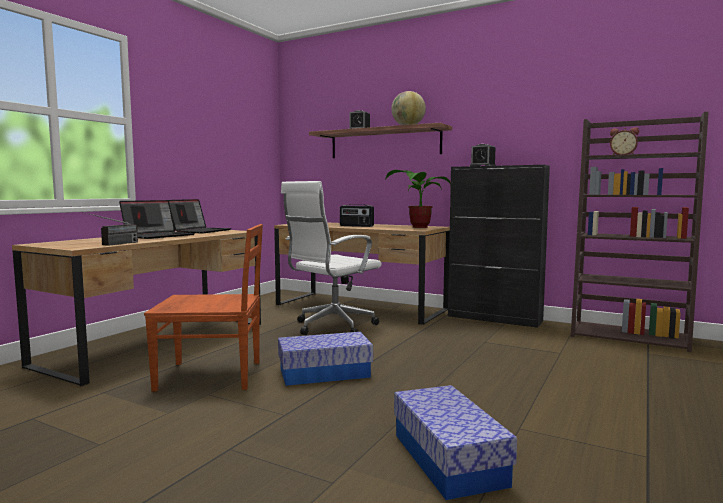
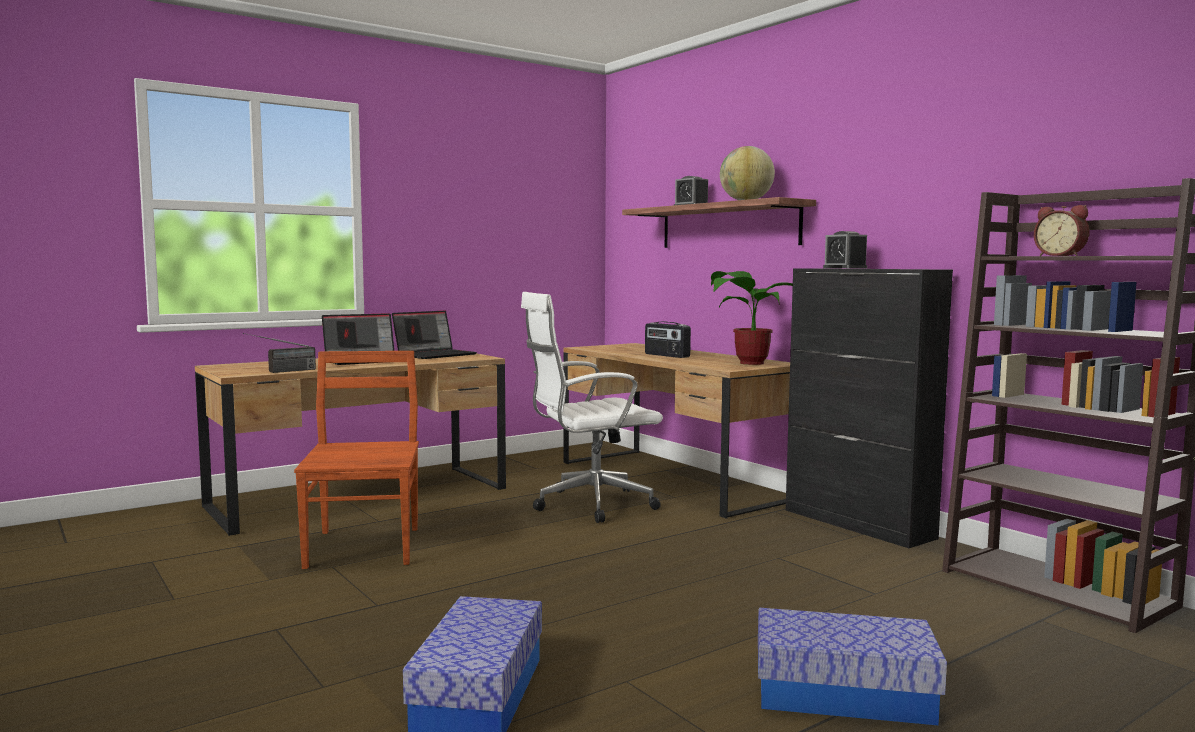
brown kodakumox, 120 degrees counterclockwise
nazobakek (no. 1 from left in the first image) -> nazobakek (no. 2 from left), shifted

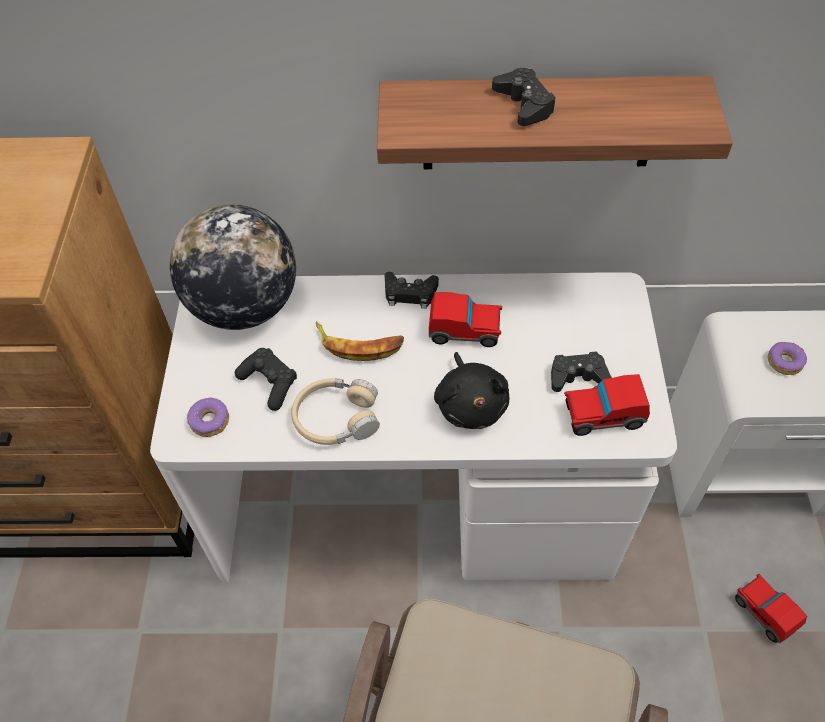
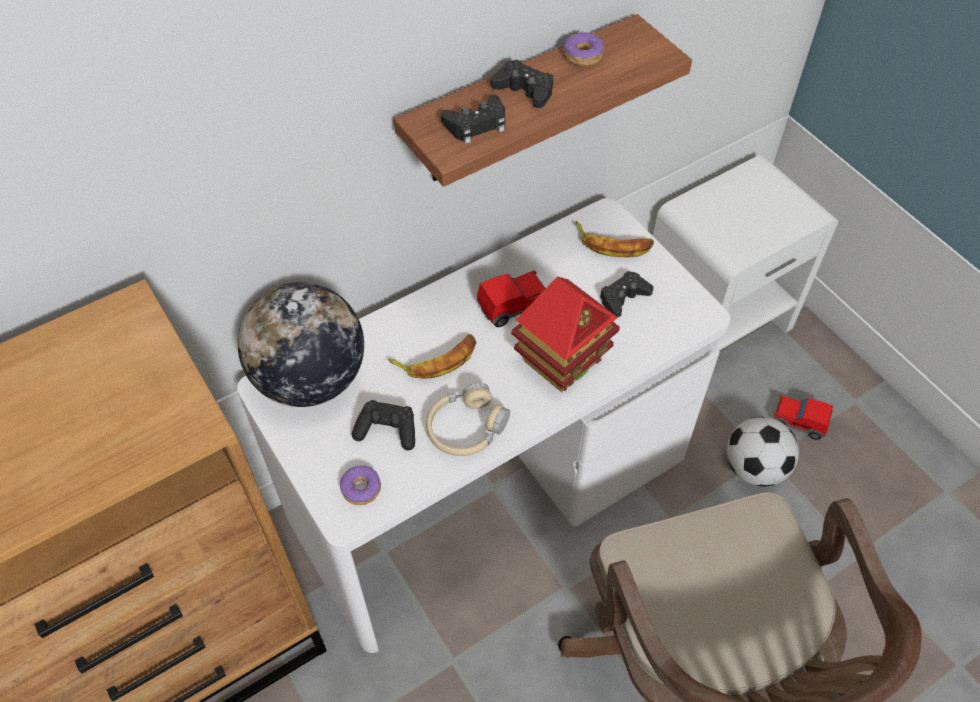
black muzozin (no. 2 from left), shifted
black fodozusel -> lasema
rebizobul (no. 2 from left) -> none
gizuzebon (no. 2 from left), shifted
none -> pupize (no. 2 from left)
none -> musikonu

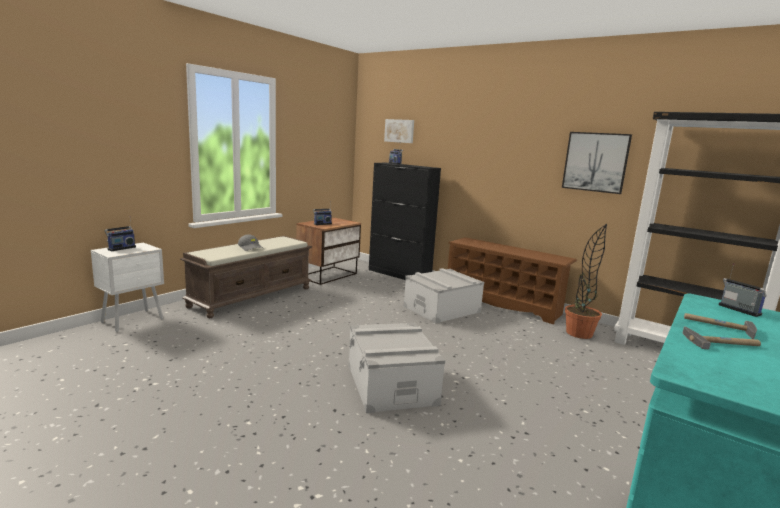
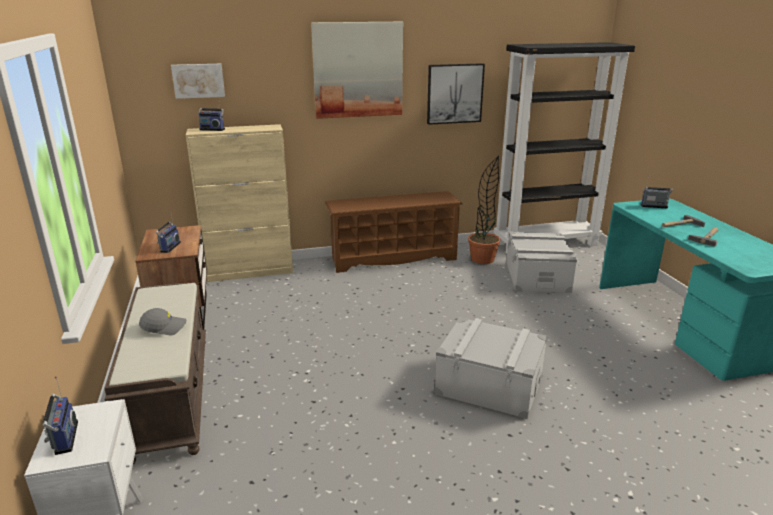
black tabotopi -> beige tabotopi
grey nazobakek (no. 2 from left), shifted
none -> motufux (no. 2 from left)

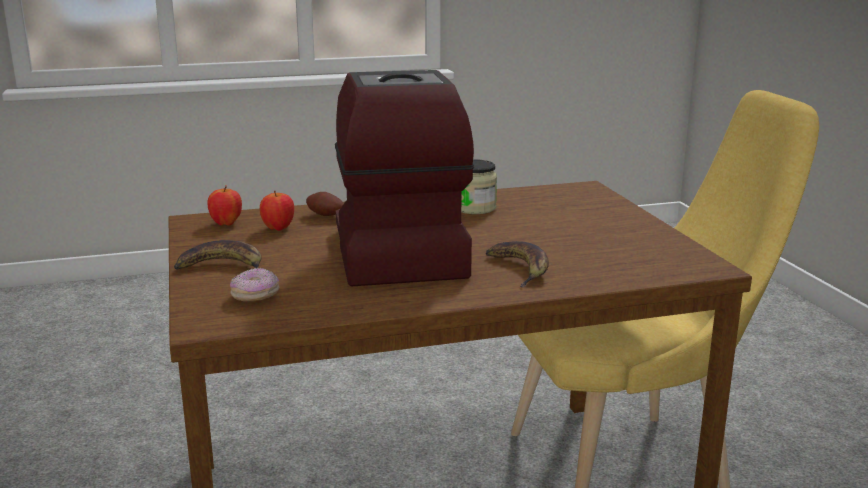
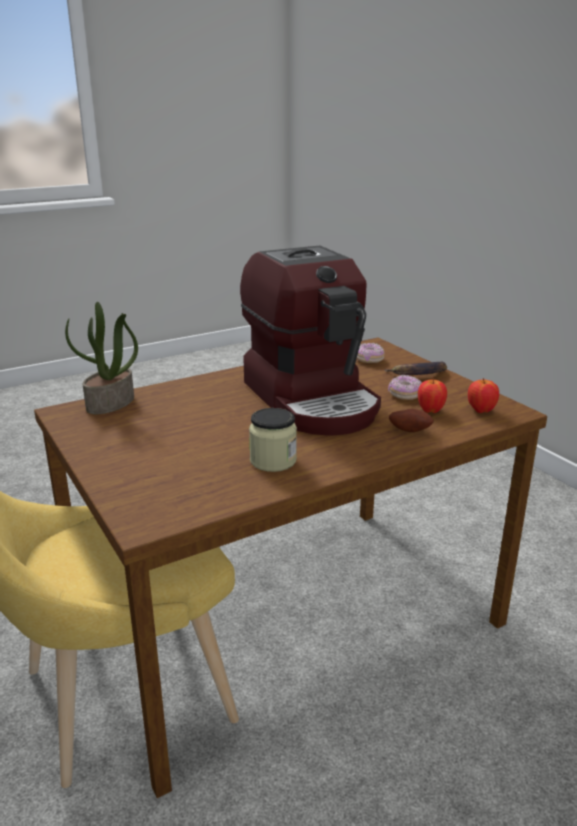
pupize (no. 2 from left) -> none
none -> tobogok
none -> gizuzebon (no. 2 from left)

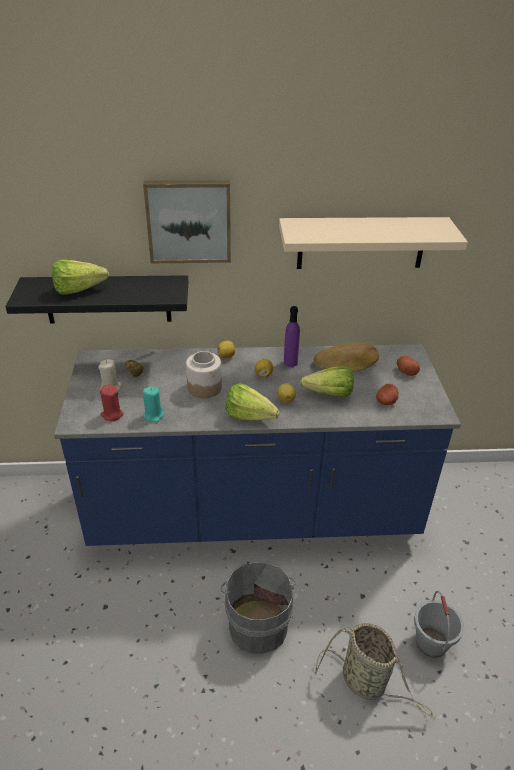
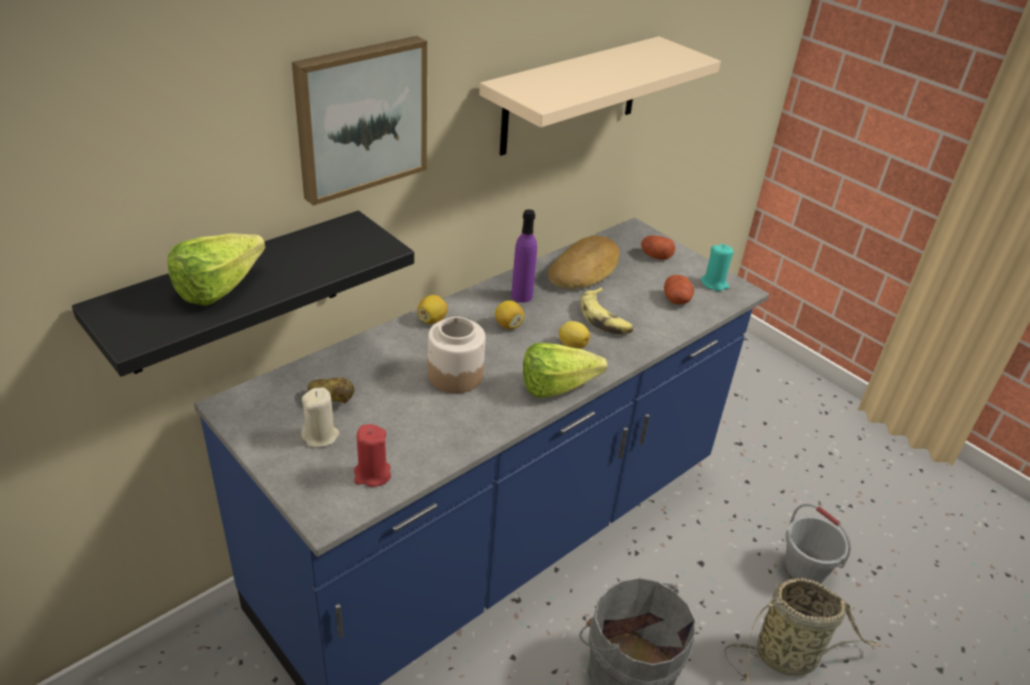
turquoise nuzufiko, shifted
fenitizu (no. 3 from left) -> pupize

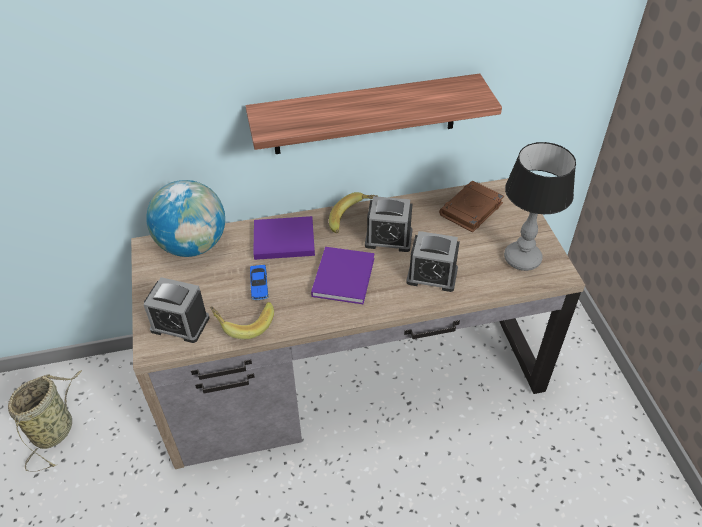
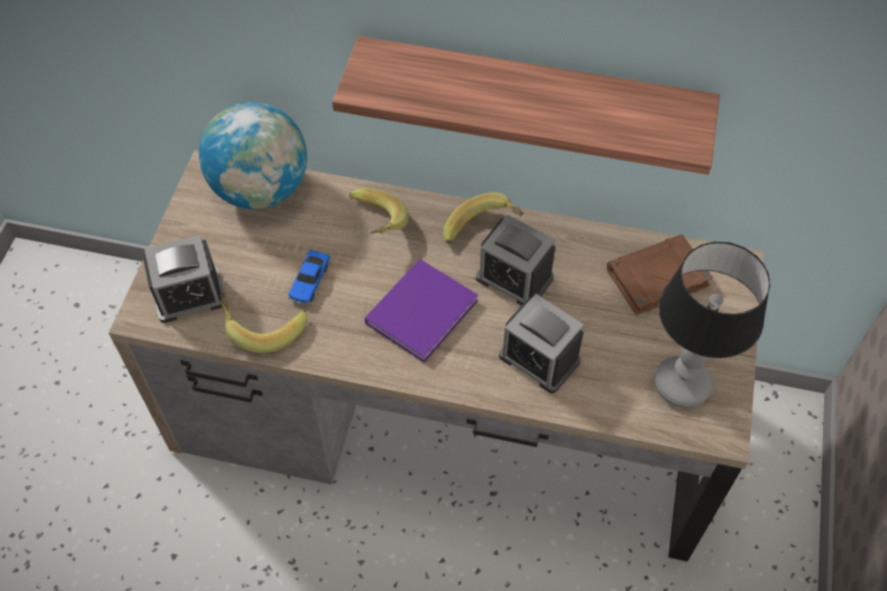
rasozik -> none
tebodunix (no. 1 from left), 60 degrees counterclockwise
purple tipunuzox (no. 1 from left) -> pupize (no. 2 from left)

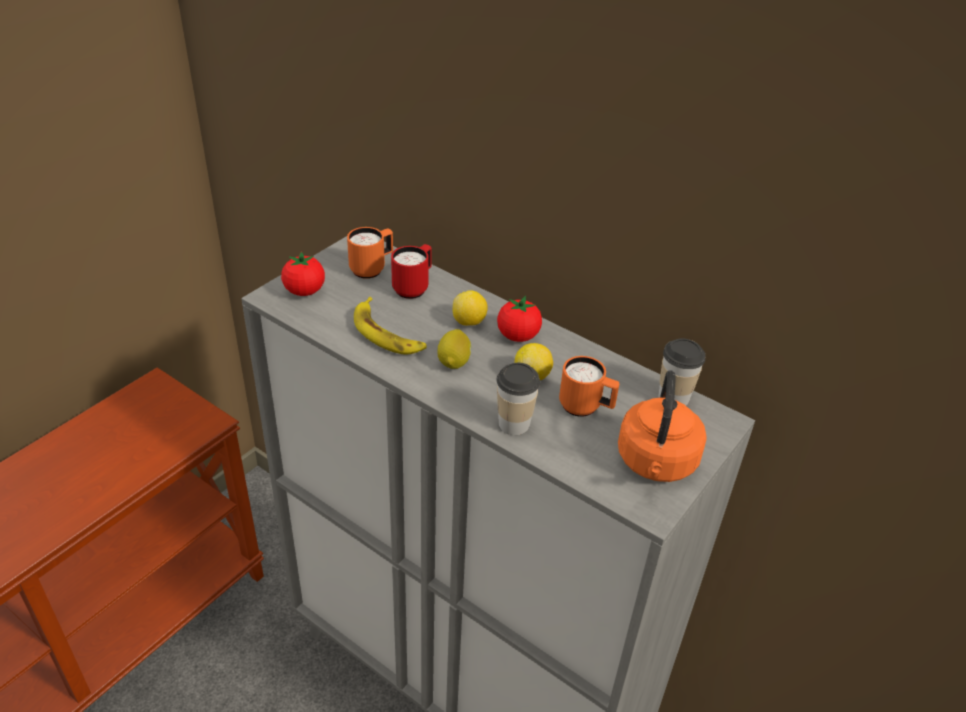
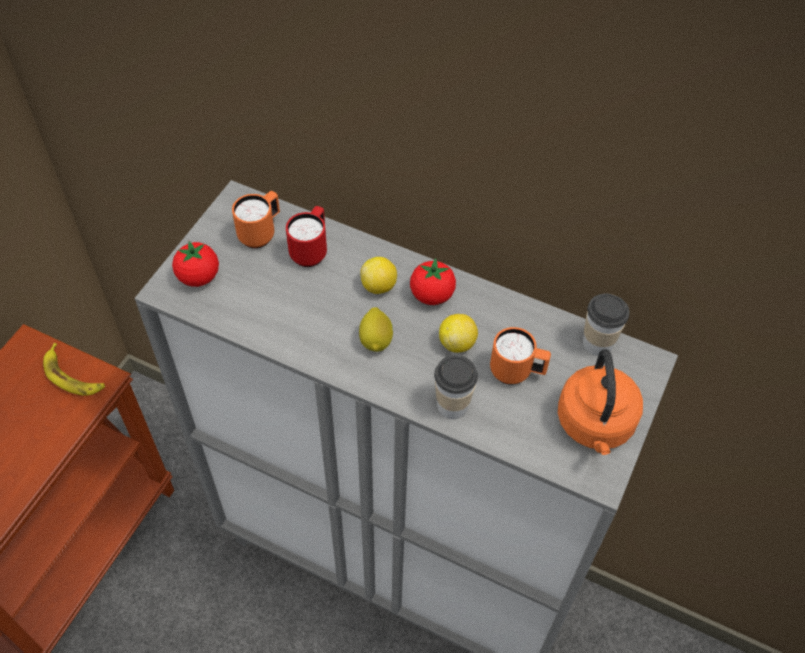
pupize, shifted

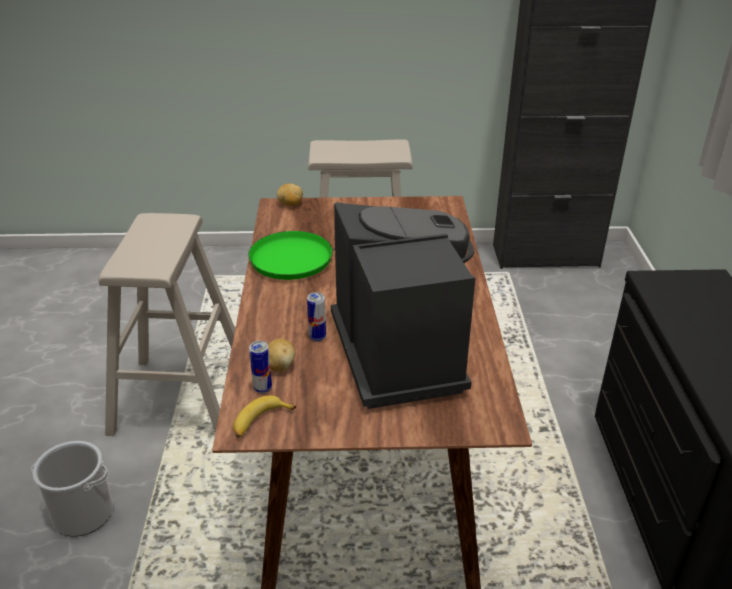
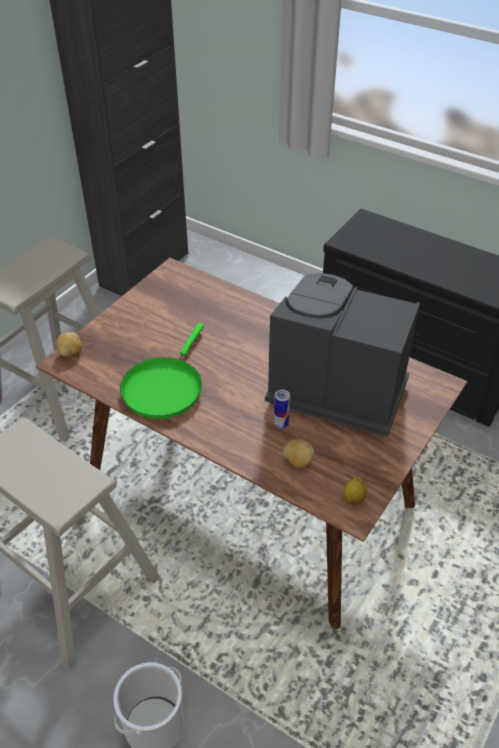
pupize -> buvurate
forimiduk (no. 1 from left) -> none

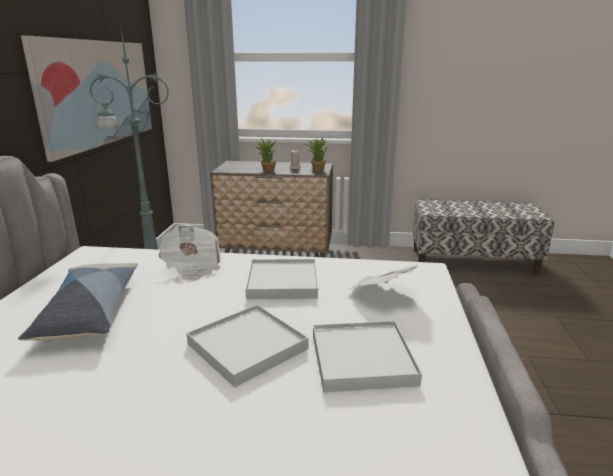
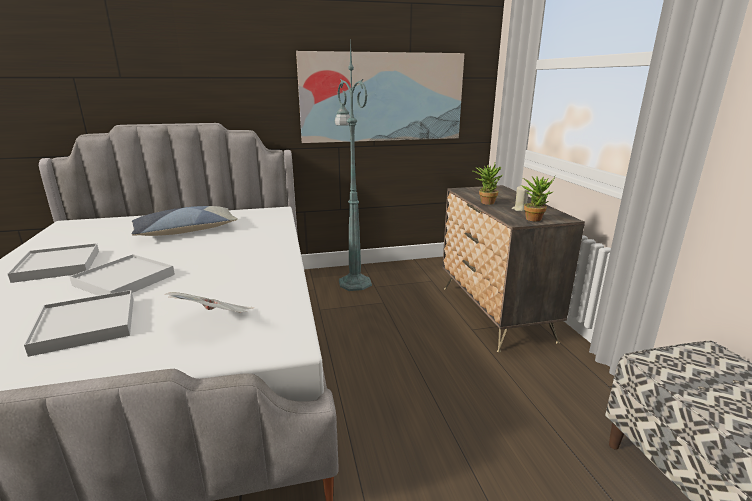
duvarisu (no. 1 from left) -> none
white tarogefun (no. 2 from left in the first image) -> white tarogefun (no. 1 from left), shifted

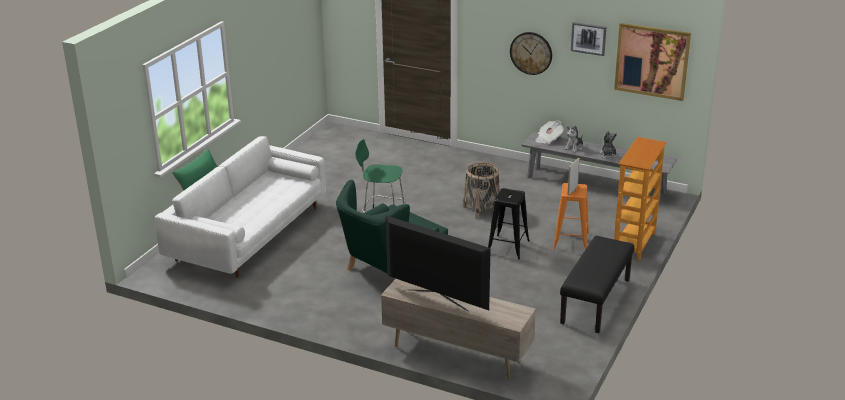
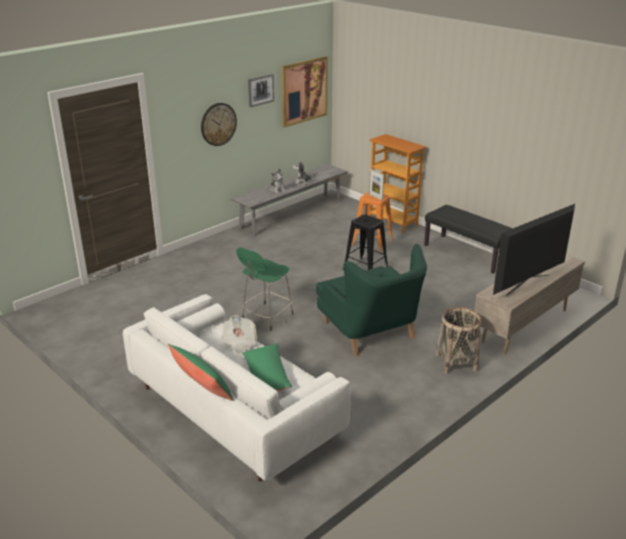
rasozik, shifted
duvarisu, shifted
none -> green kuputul (no. 2 from left)

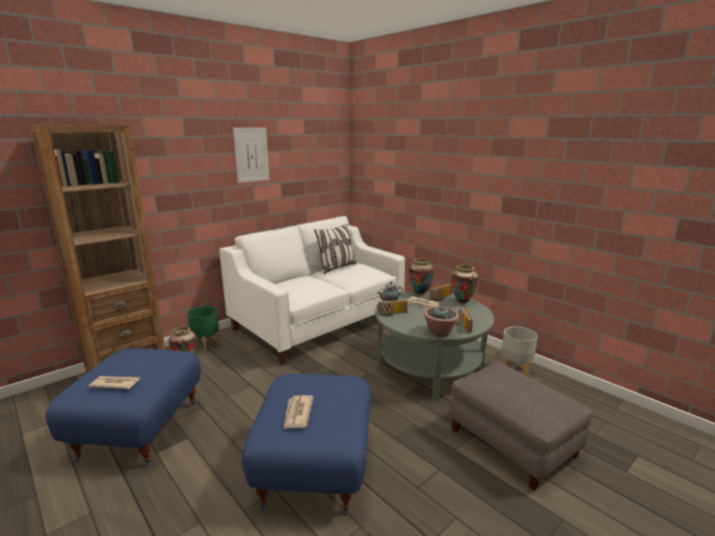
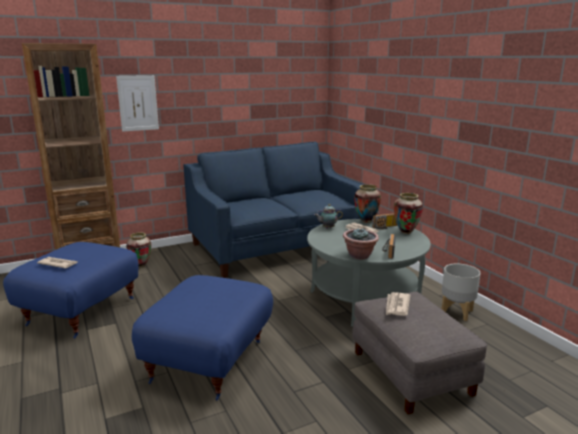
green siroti -> none
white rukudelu -> blue rukudelu
motufux, shifted
duvarisu (no. 2 from left in the first image) -> duvarisu (no. 3 from left), shifted
kuputul -> none
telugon (no. 1 from left) -> none

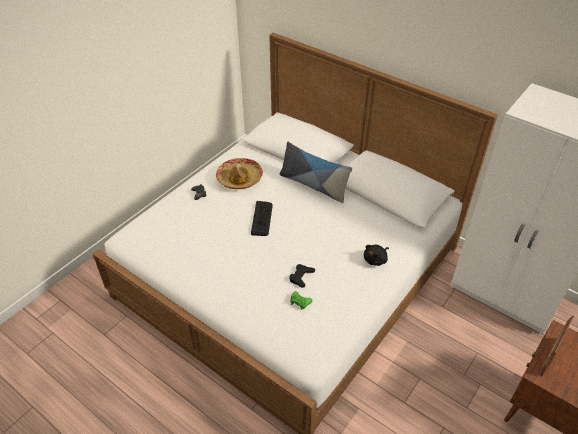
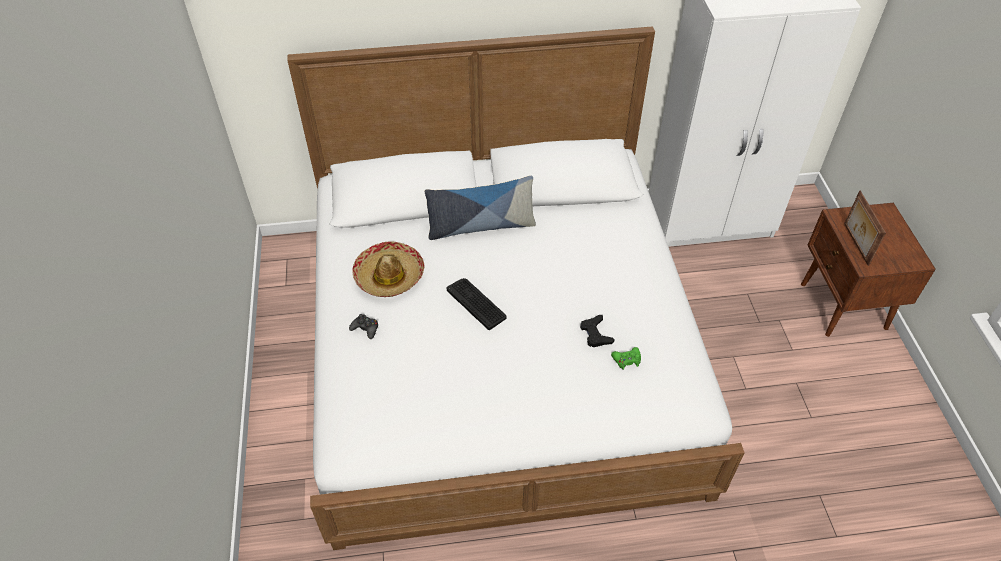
black fodozusel -> none

